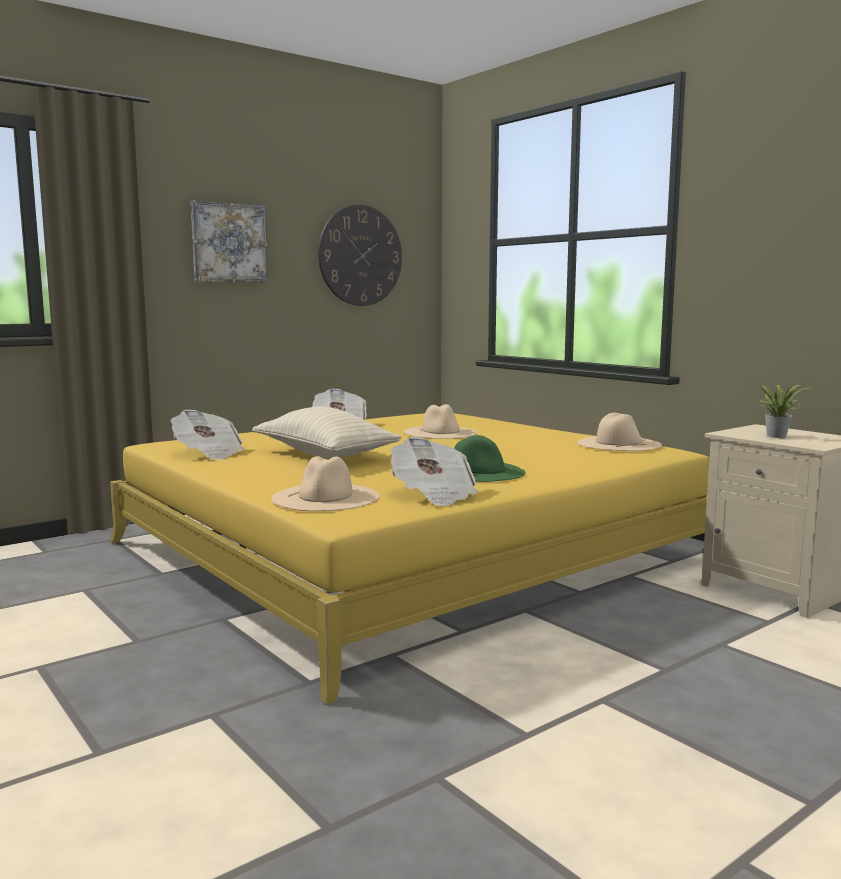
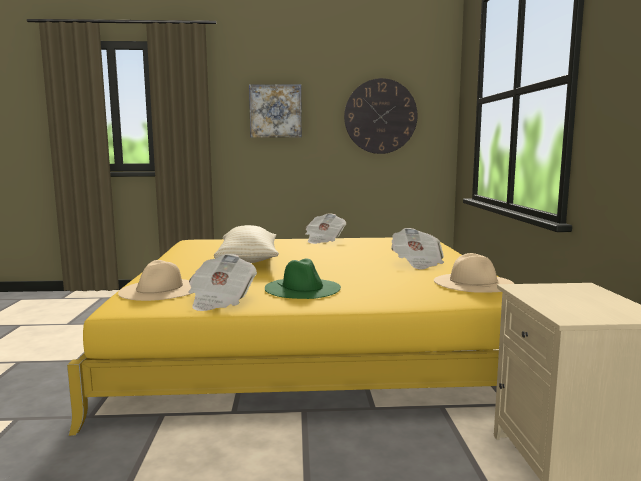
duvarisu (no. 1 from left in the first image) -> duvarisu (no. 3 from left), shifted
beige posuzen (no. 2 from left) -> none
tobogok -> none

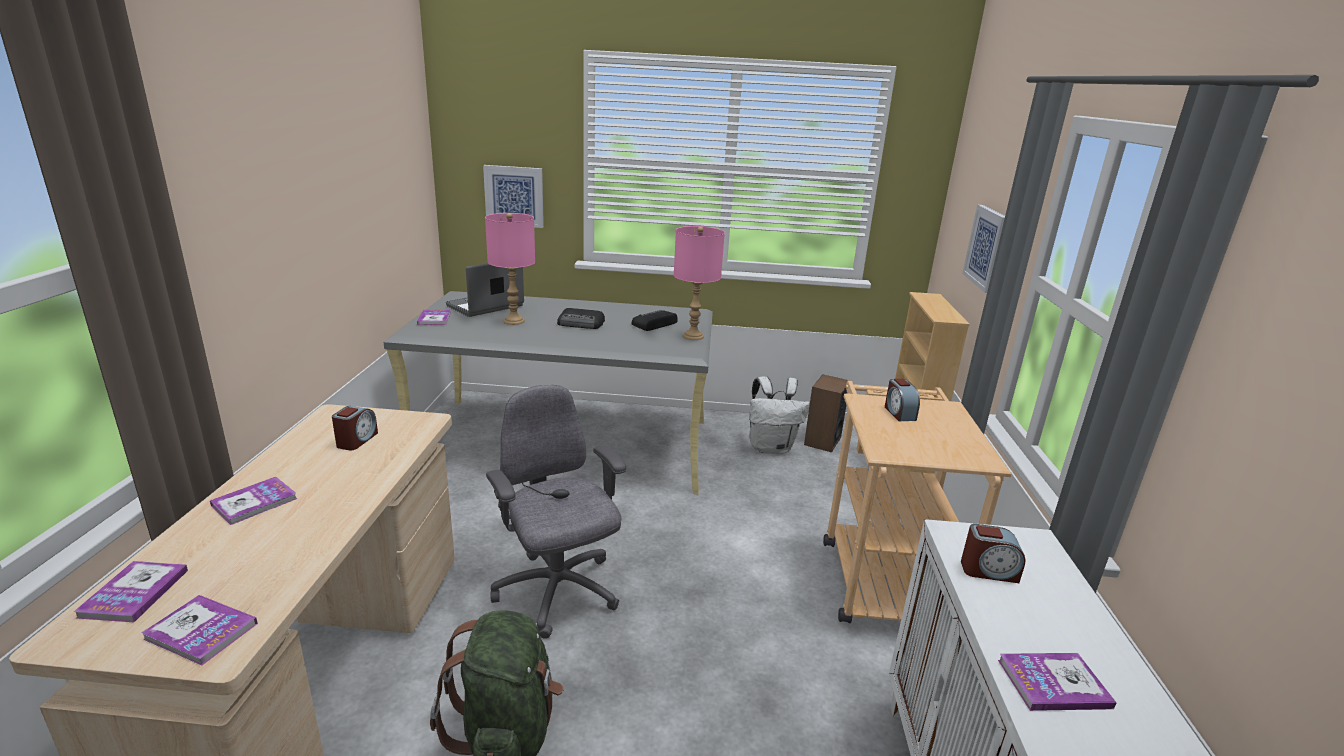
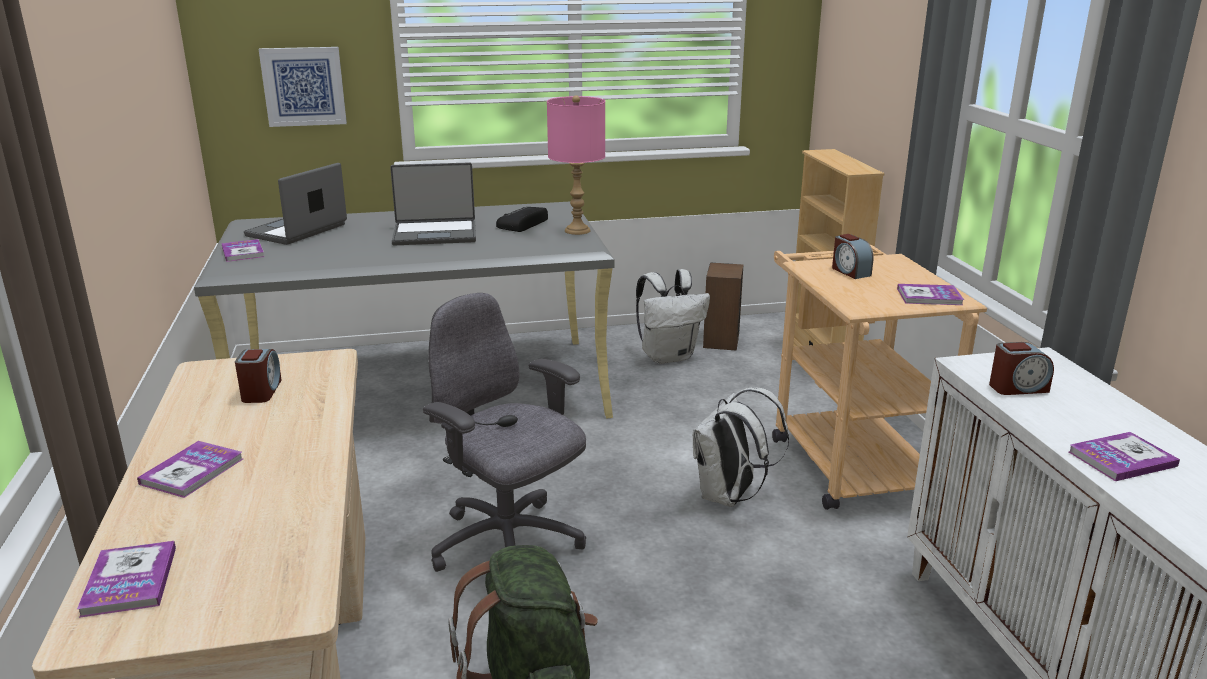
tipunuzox (no. 2 from left in the first image) -> tipunuzox (no. 4 from left), shifted
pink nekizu (no. 1 from left) -> none
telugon (no. 1 from left) -> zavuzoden (no. 2 from left)
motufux (no. 2 from left) -> none
none -> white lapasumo (no. 2 from left)

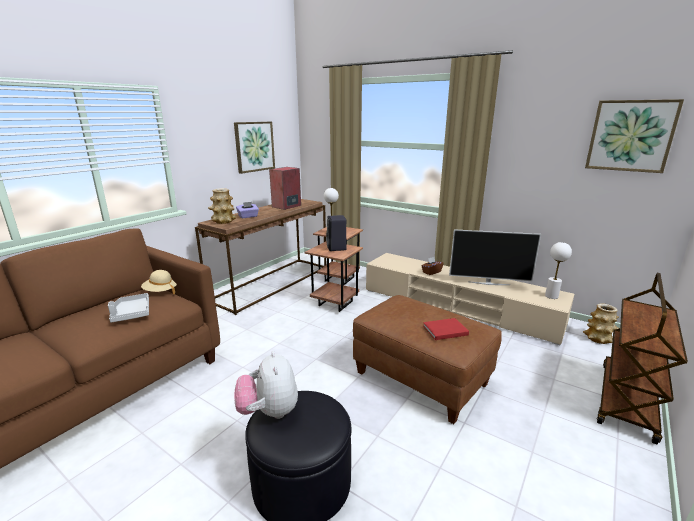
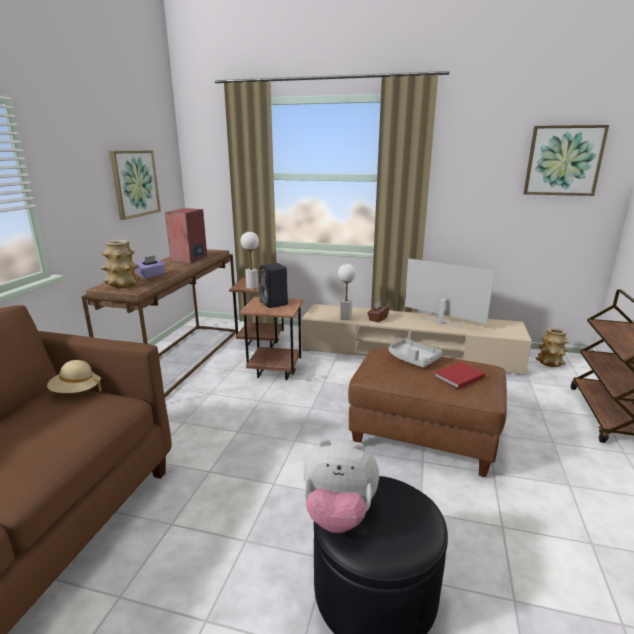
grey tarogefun, shifted
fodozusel, 45 degrees counterclockwise
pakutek, 135 degrees counterclockwise
white nekizu (no. 2 from left), shifted

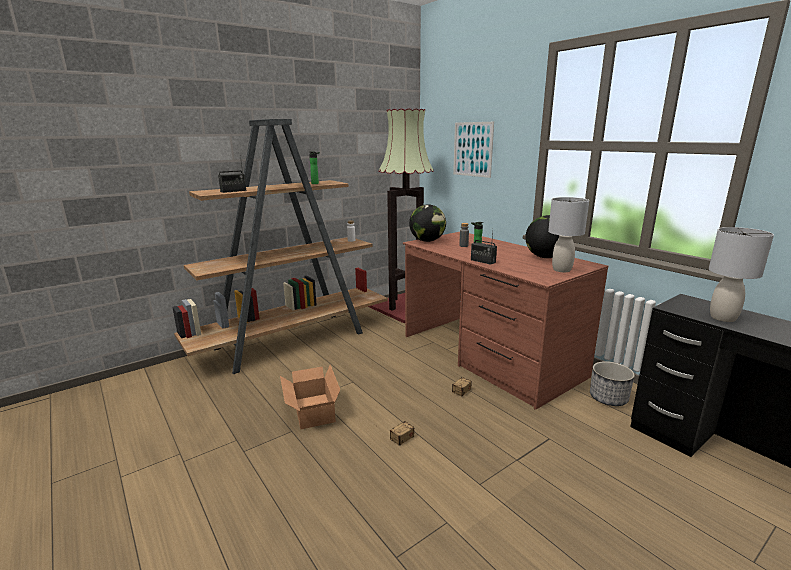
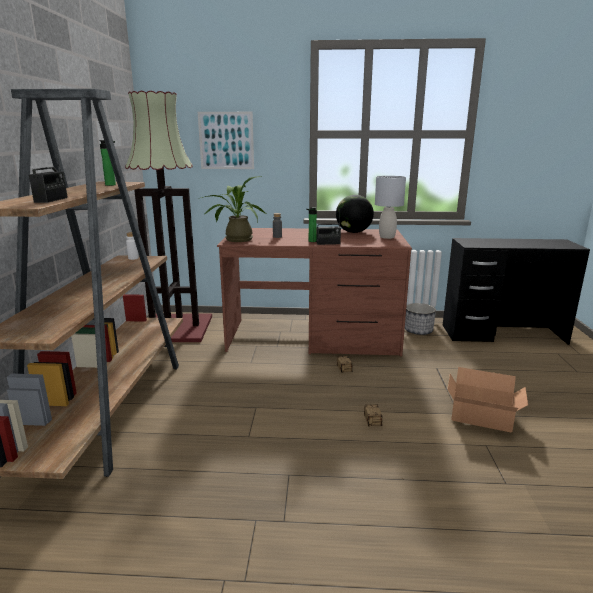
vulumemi, shifted
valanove (no. 1 from left) -> tobogok
grey nekizu (no. 2 from left) -> none

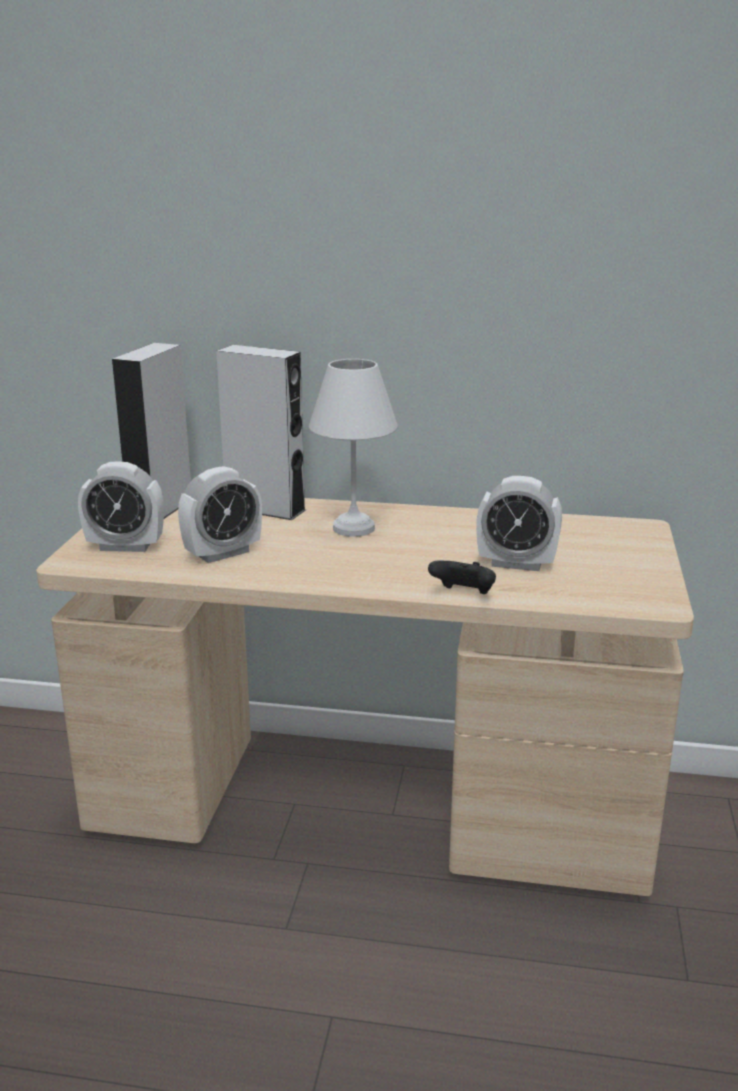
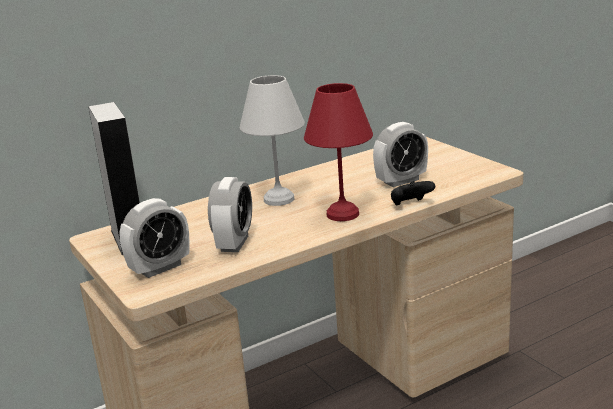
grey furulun (no. 2 from left) -> none
none -> red nekizu

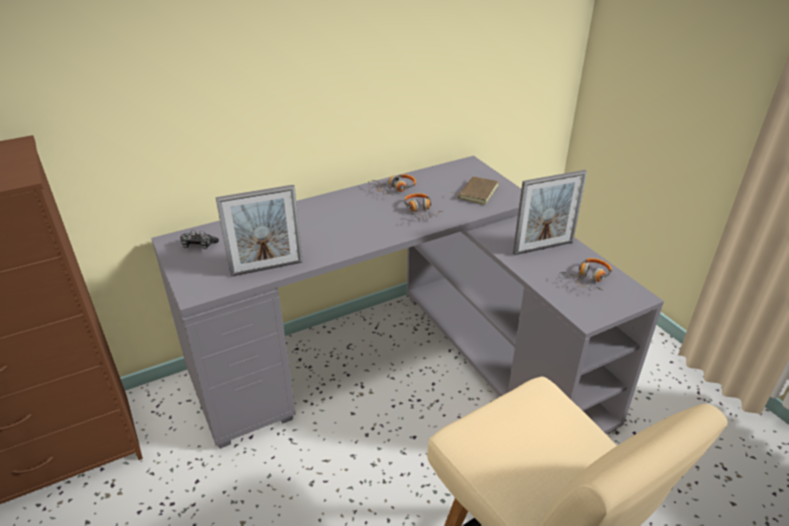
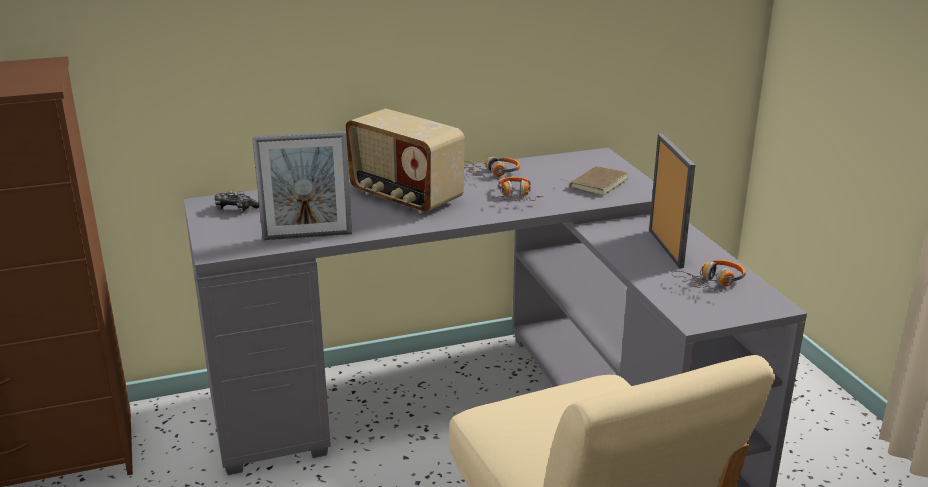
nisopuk (no. 2 from left), 90 degrees counterclockwise
none -> telugon

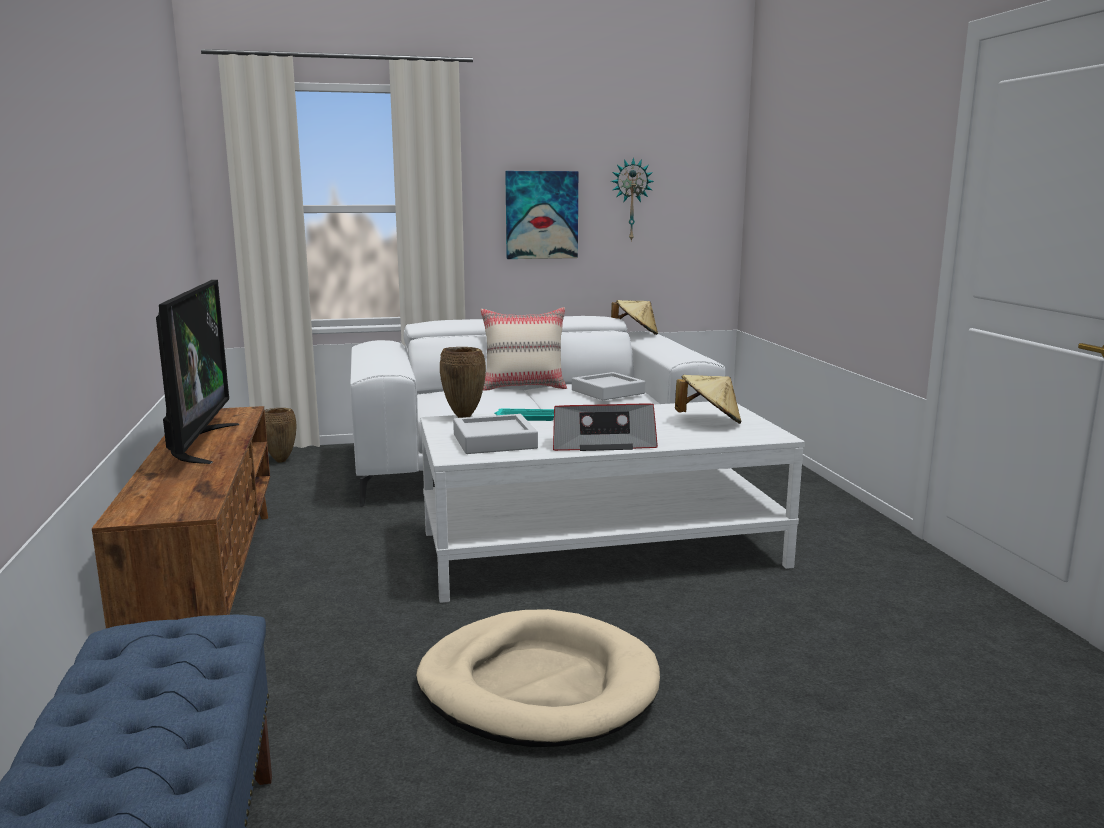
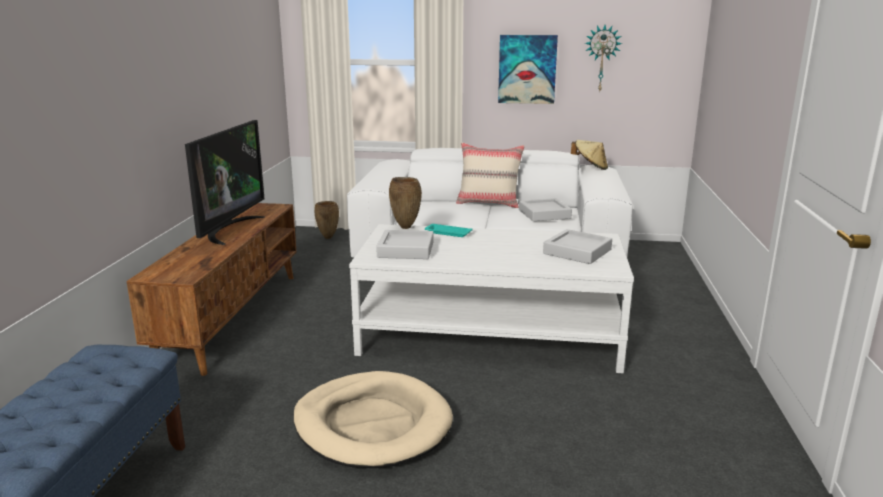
telugon -> none
beige posuzen (no. 2 from left) -> grey tarogefun (no. 3 from left)

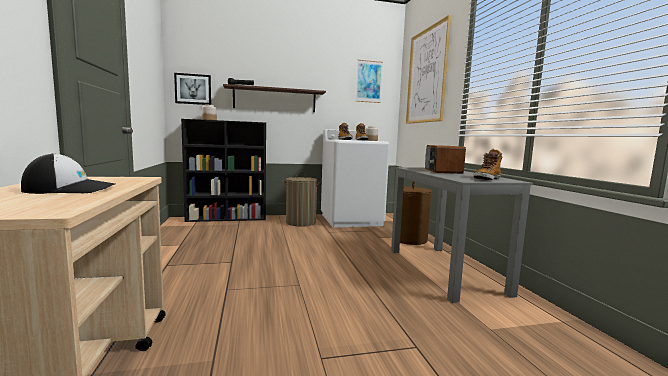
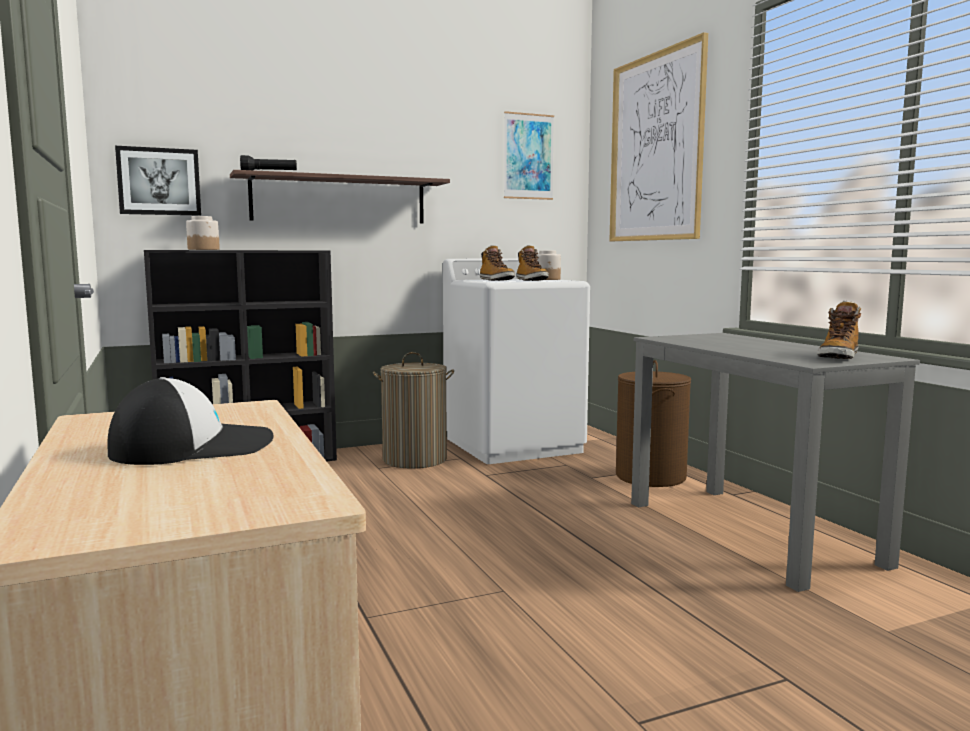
telugon -> none

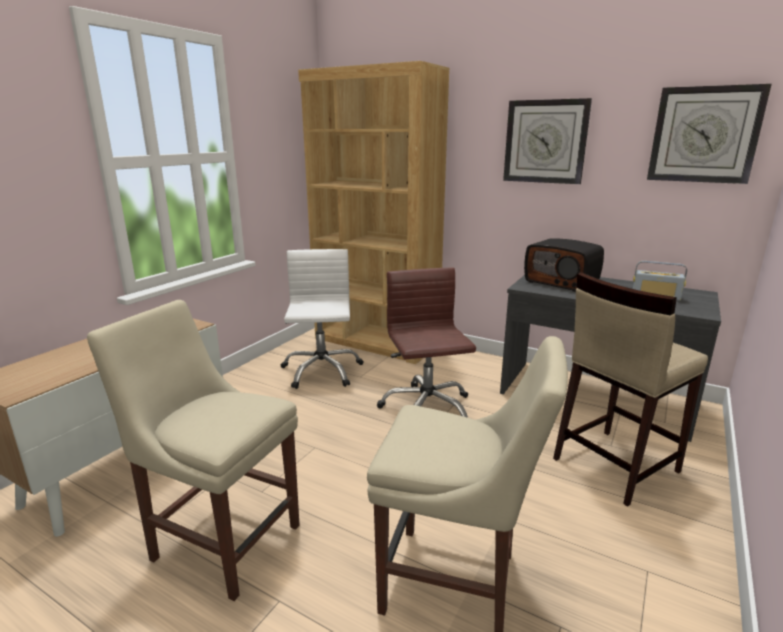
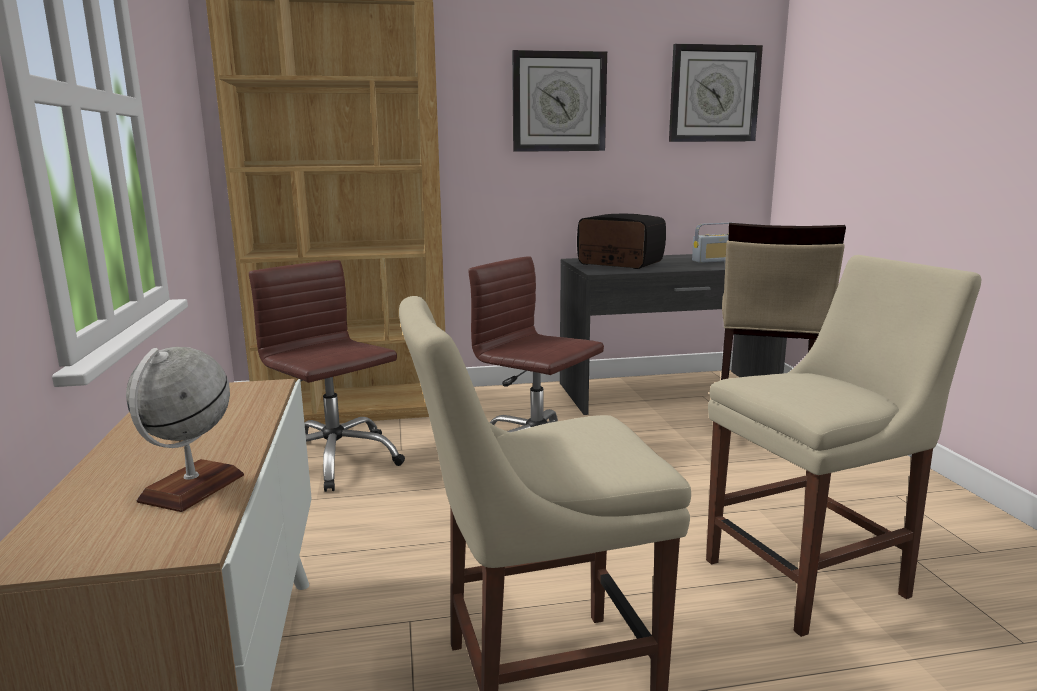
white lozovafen -> brown lozovafen (no. 1 from left)
telugon (no. 1 from left), 150 degrees counterclockwise
none -> valanove

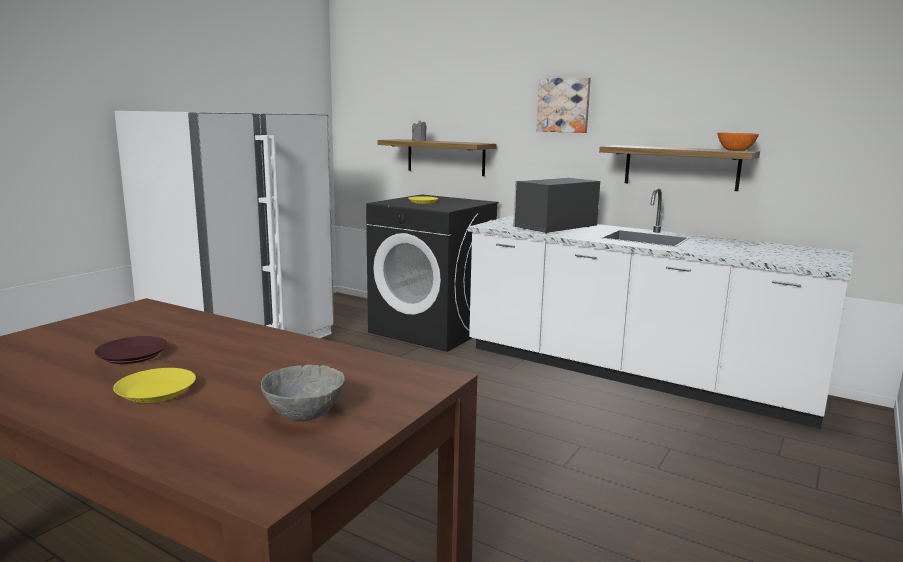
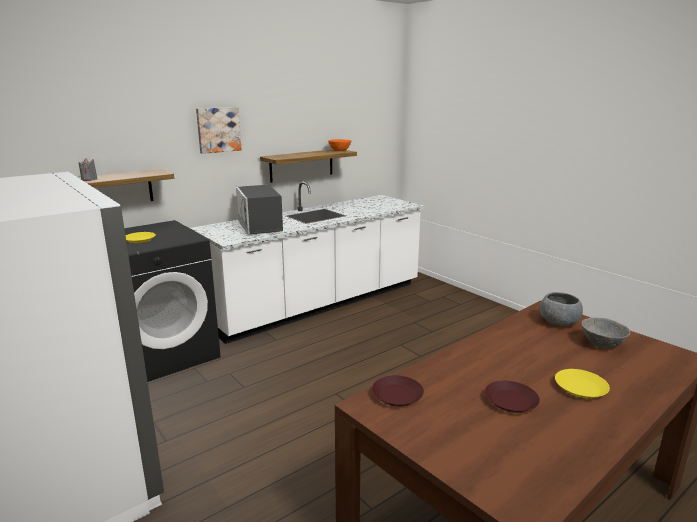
none -> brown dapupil (no. 1 from left)
none -> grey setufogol (no. 1 from left)

